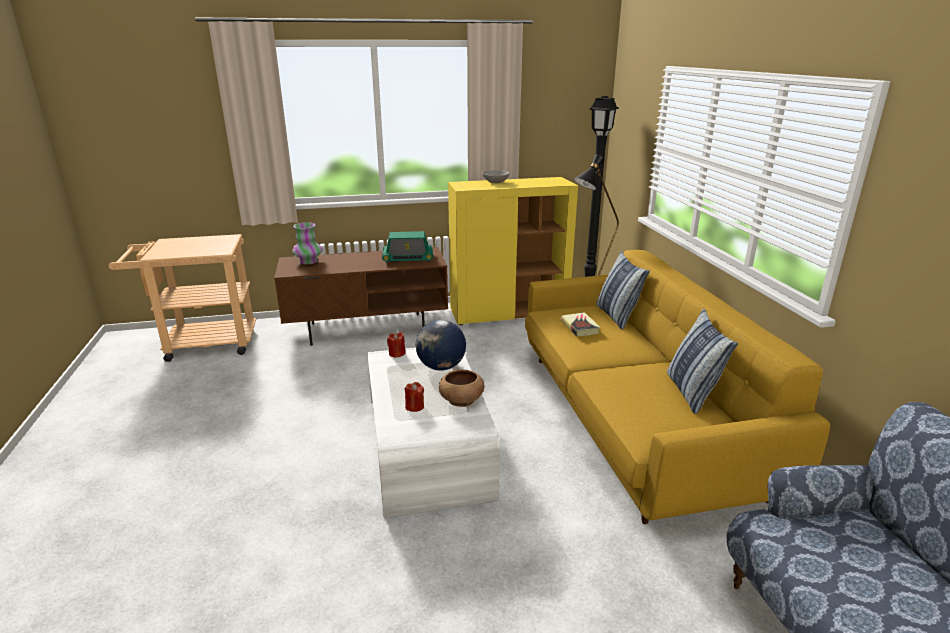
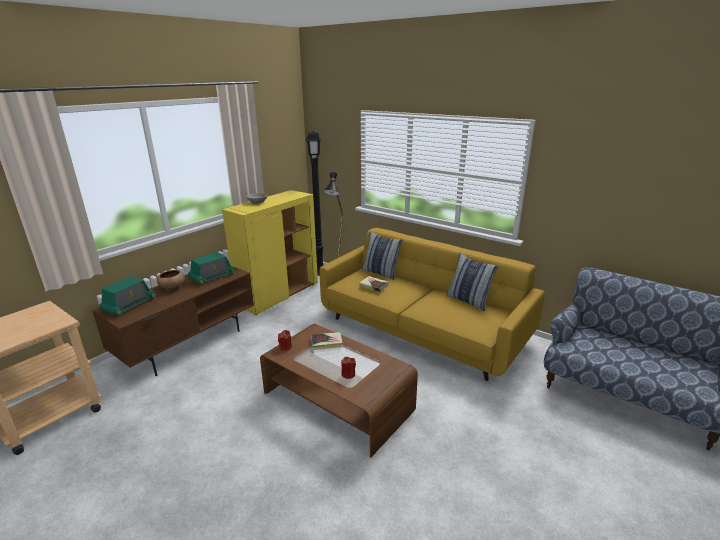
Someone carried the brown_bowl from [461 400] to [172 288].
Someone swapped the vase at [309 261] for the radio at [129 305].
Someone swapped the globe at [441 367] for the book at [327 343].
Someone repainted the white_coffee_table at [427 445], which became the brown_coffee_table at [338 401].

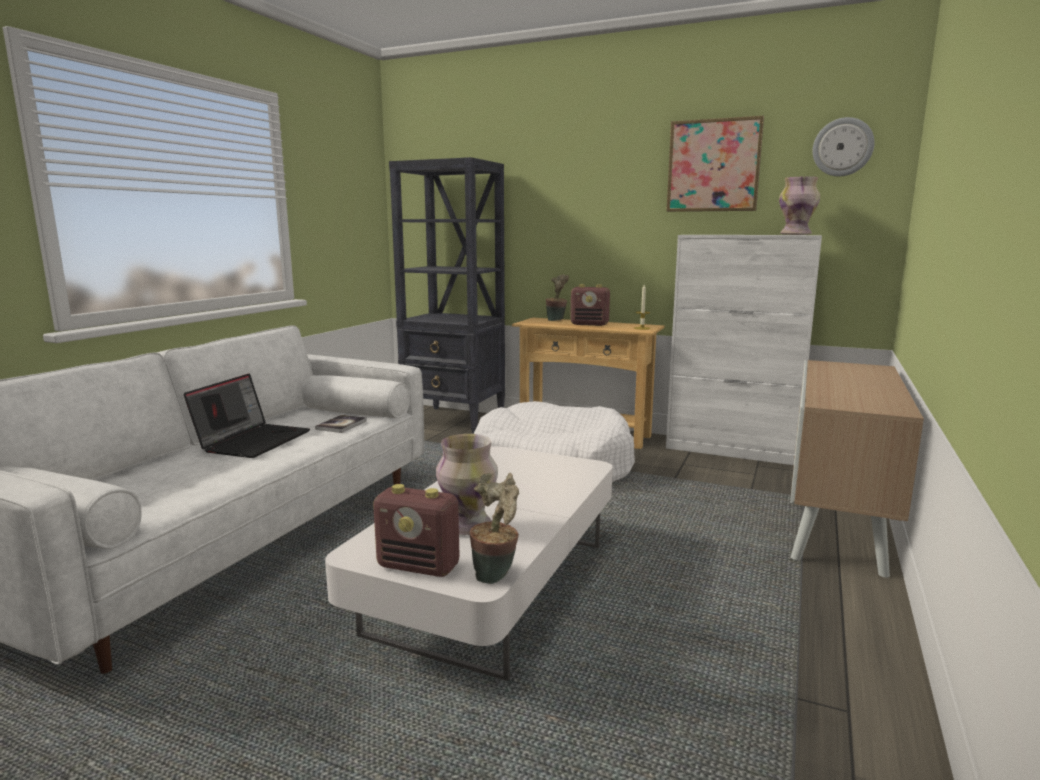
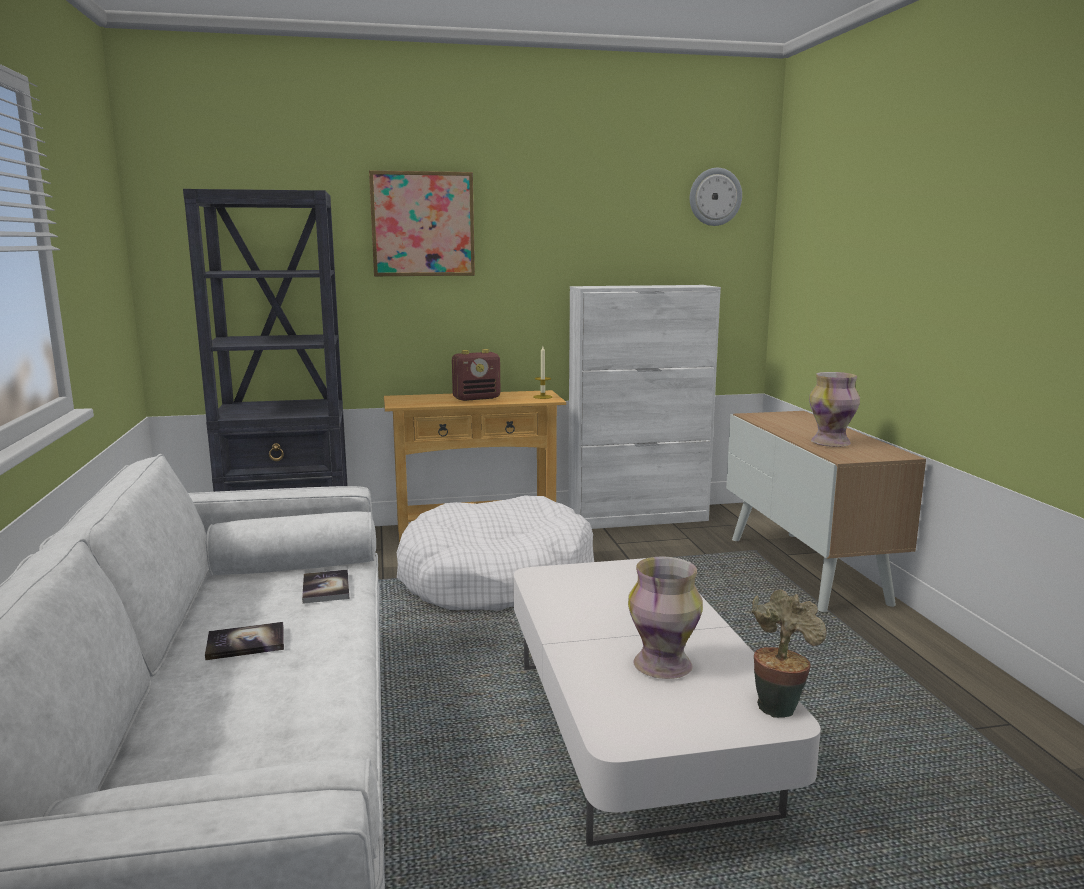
Someone took away the radio at [419 566].
Someone took away the potted_plant at [557 320].
Someone carried the picture from [713 166] to [422 224].
Someone carried the vase from [796 234] to [831 443].
Someone swapped the laptop at [253 441] for the book at [246 643].

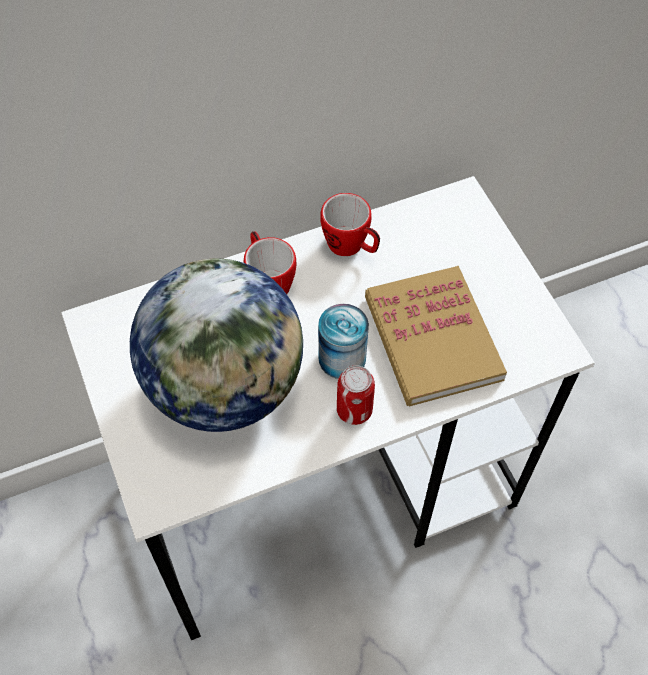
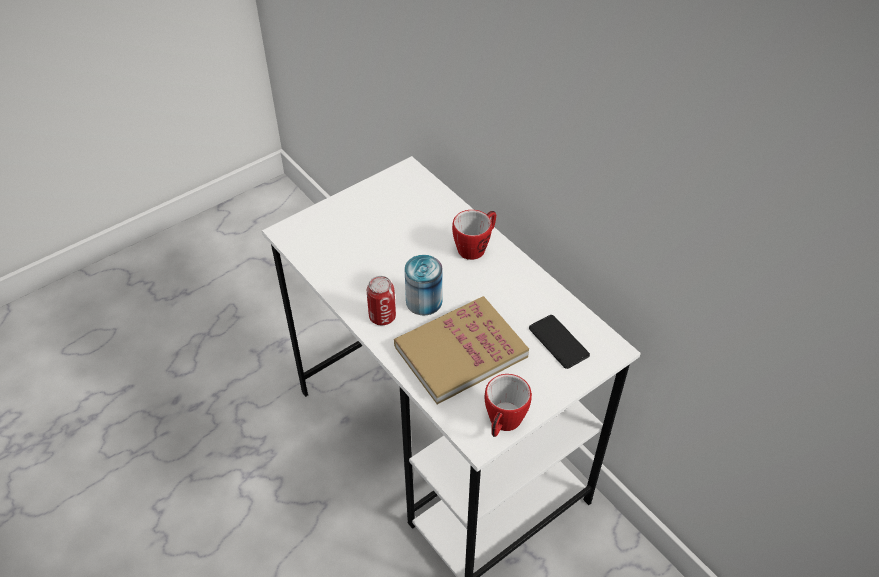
Someone took away the globe at [225 386].
Someone put down the phone at [558 342].
Someone carried the mug from [351 247] to [502 423].

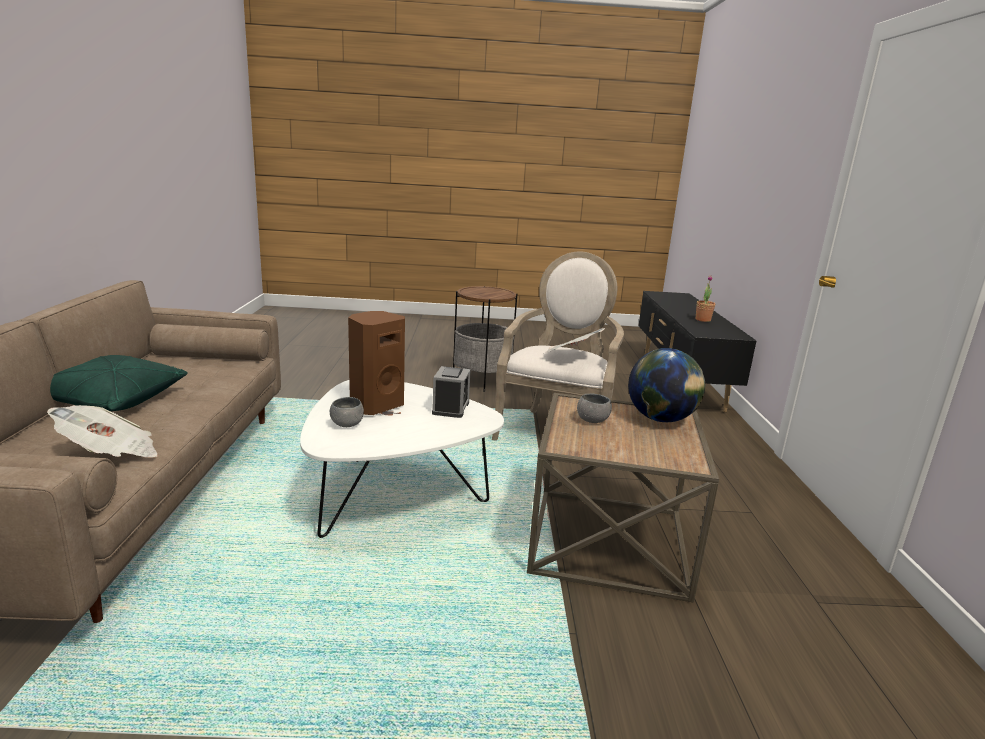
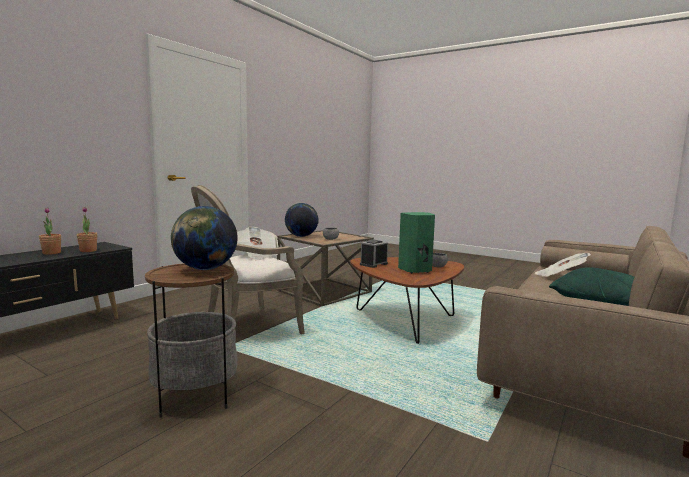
Someone put down the potted_plant at [88 251].
Someone put down the globe at [205 269].
Someone repainted the white_coffee_table at [393 497], which became the brown_coffee_table at [405 321].
Someone repainted the brown_speaker at [375 405], which became the green_speaker at [415 270].

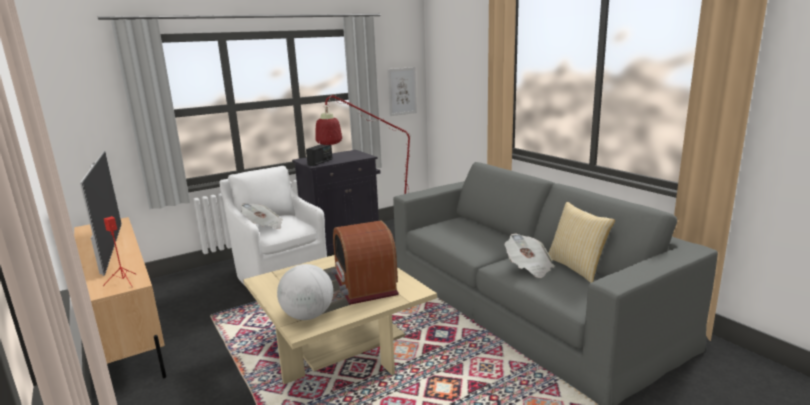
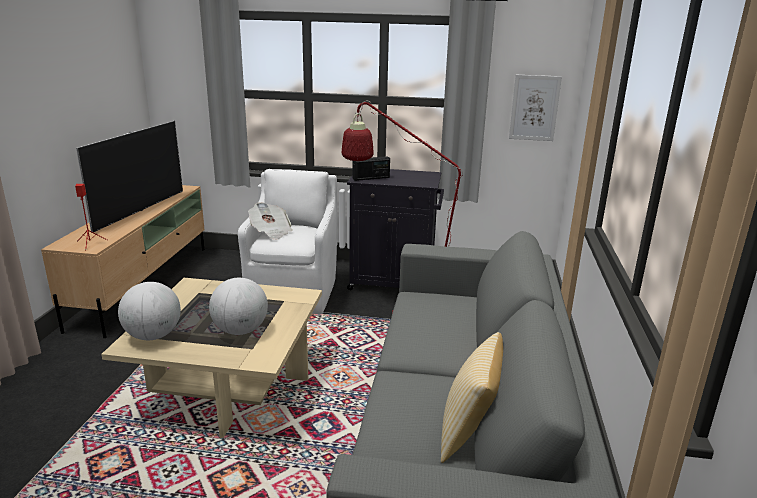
Someone took away the newspaper at [529 267].
Someone swapped the radio at [364 285] for the globe at [240 331].

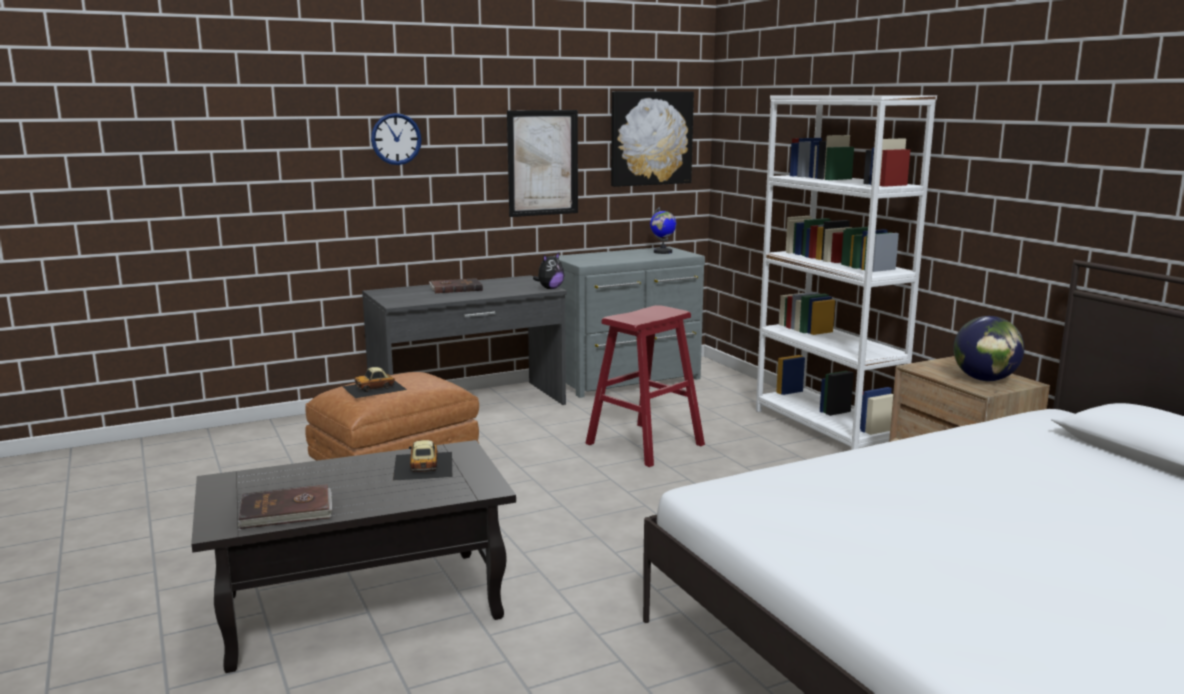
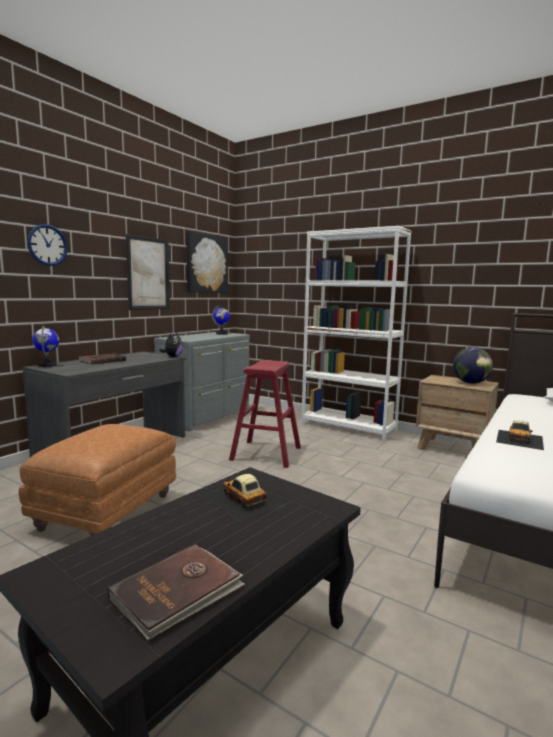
Someone put down the globe at [47 365].
Someone carried the toy_car from [374 388] to [520 439].

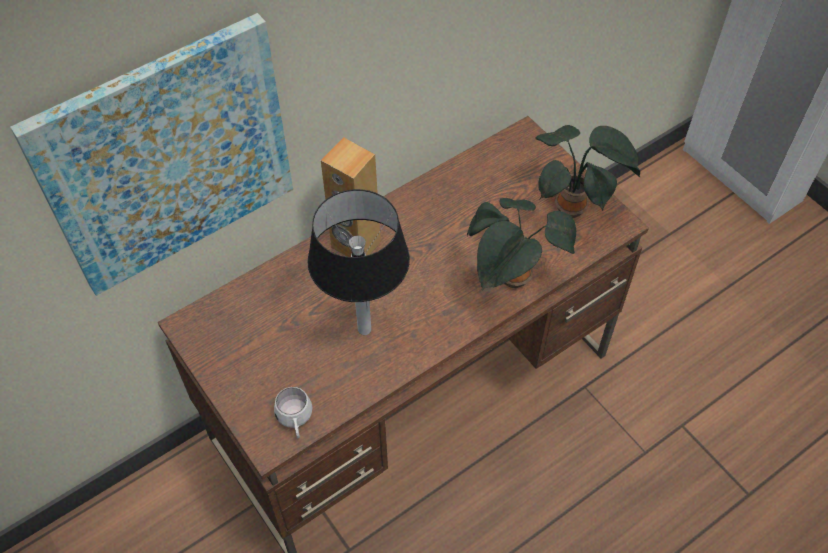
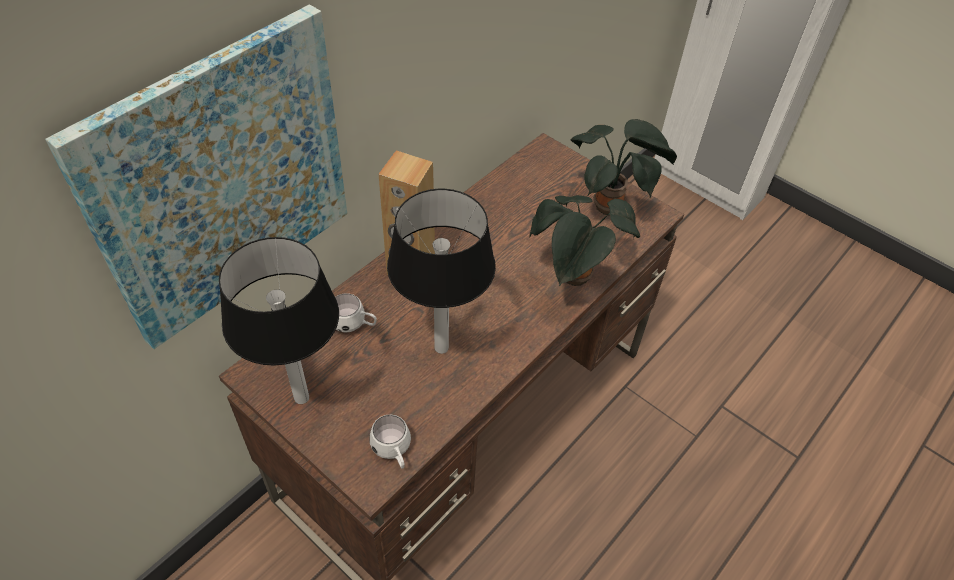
Someone put down the table_lamp at [302 397].
Someone put down the white_mug at [354 325].

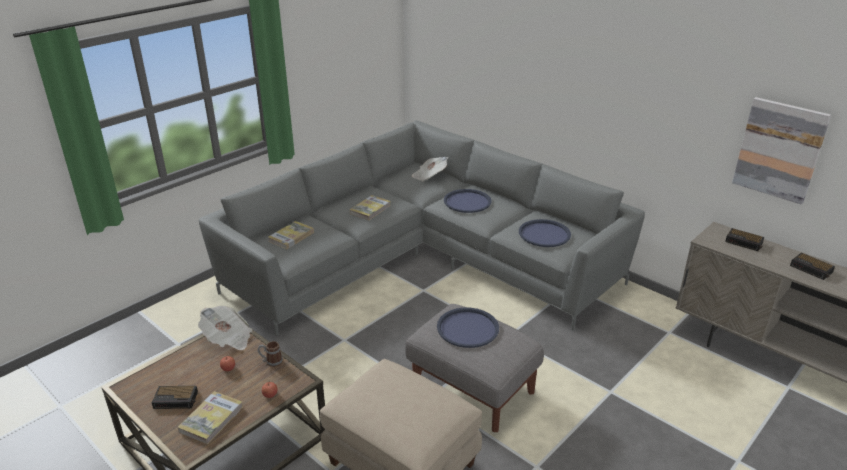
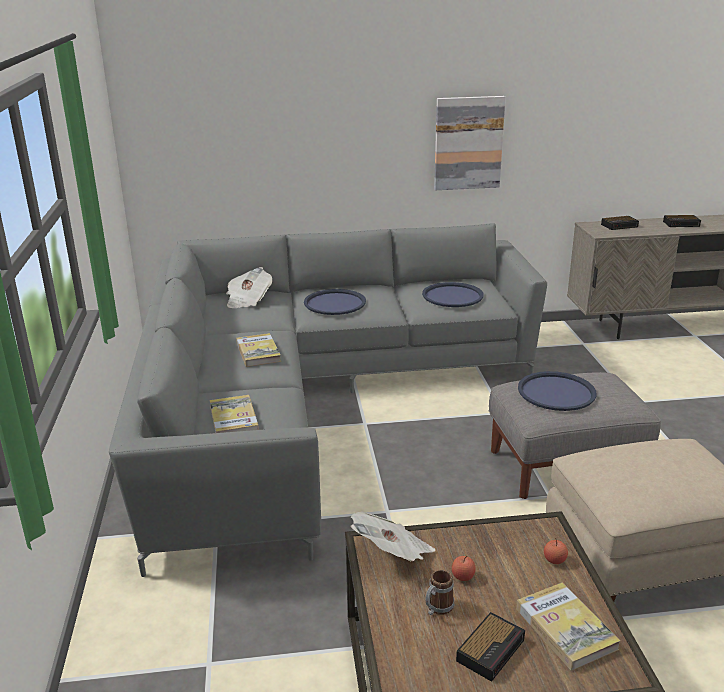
Someone carried the mug from [271 361] to [437 608].
Someone carried the picture from [779 150] to [468 143].

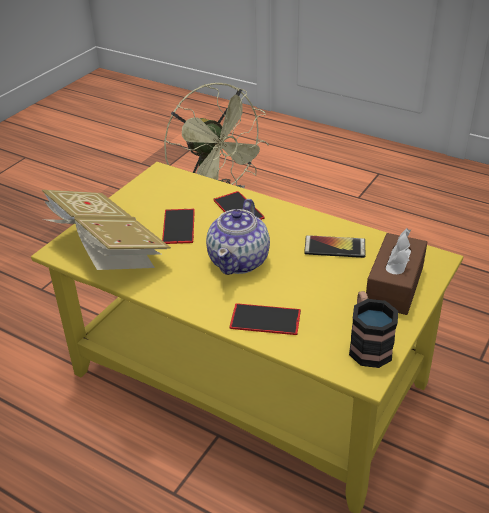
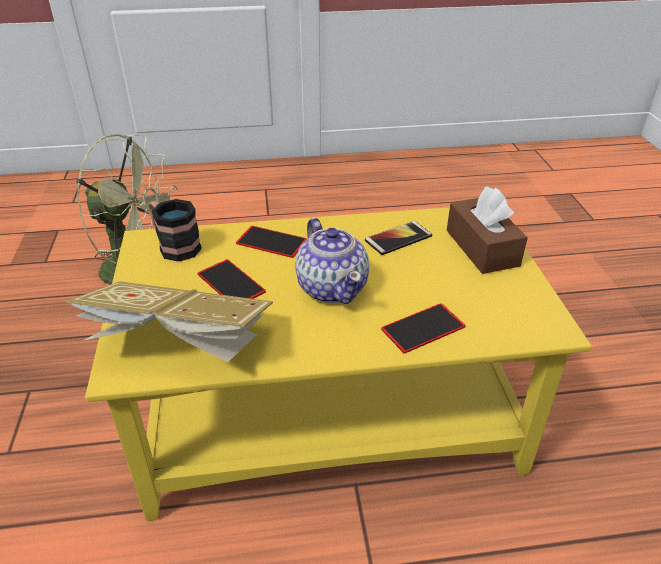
Someone carried the mug from [367 344] to [175 246].

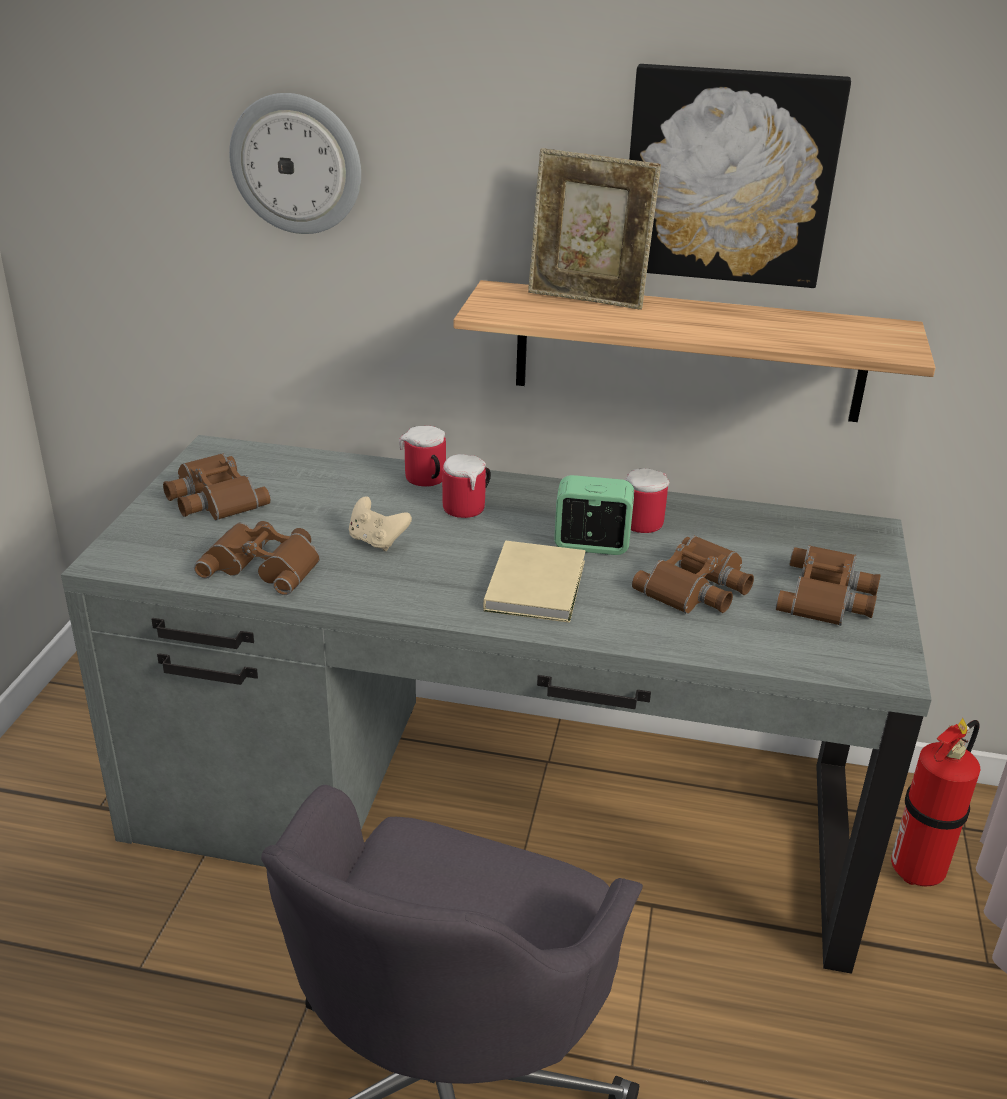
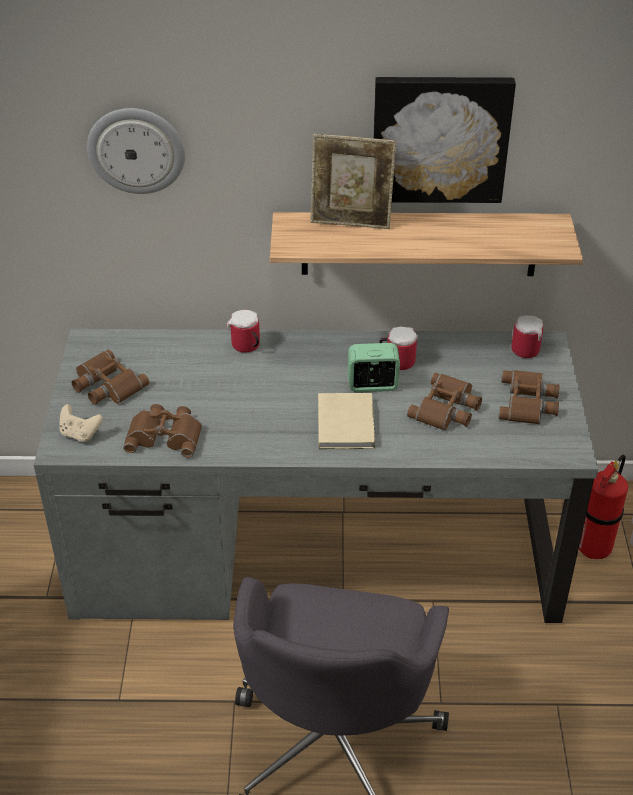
Someone carried the beige_game_controller from [377 541] to [80 434].
Someone carried the mug from [469 507] to [528 348].

